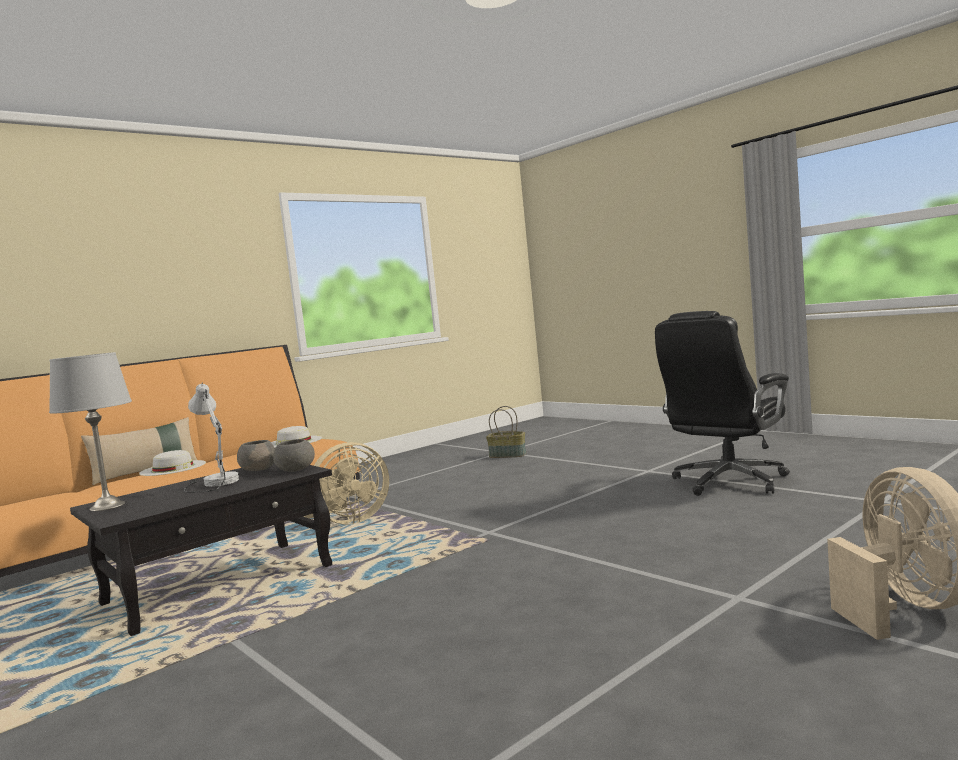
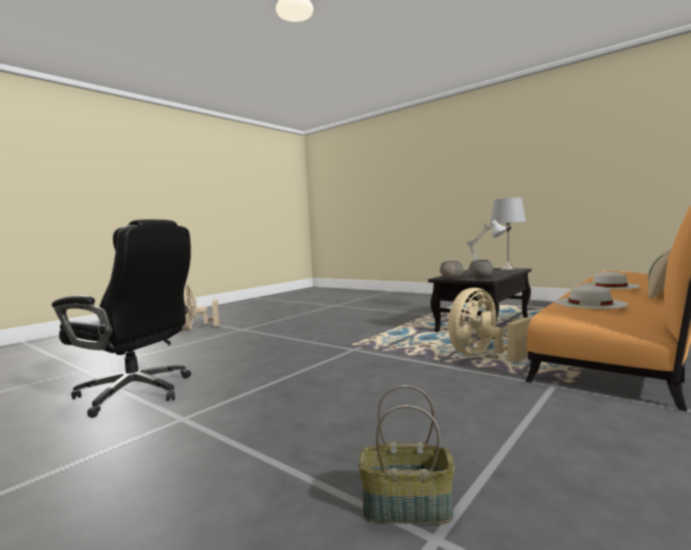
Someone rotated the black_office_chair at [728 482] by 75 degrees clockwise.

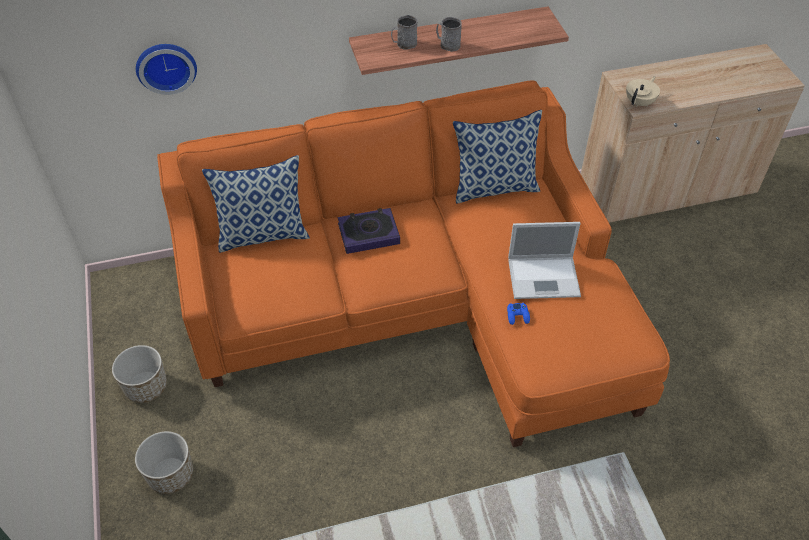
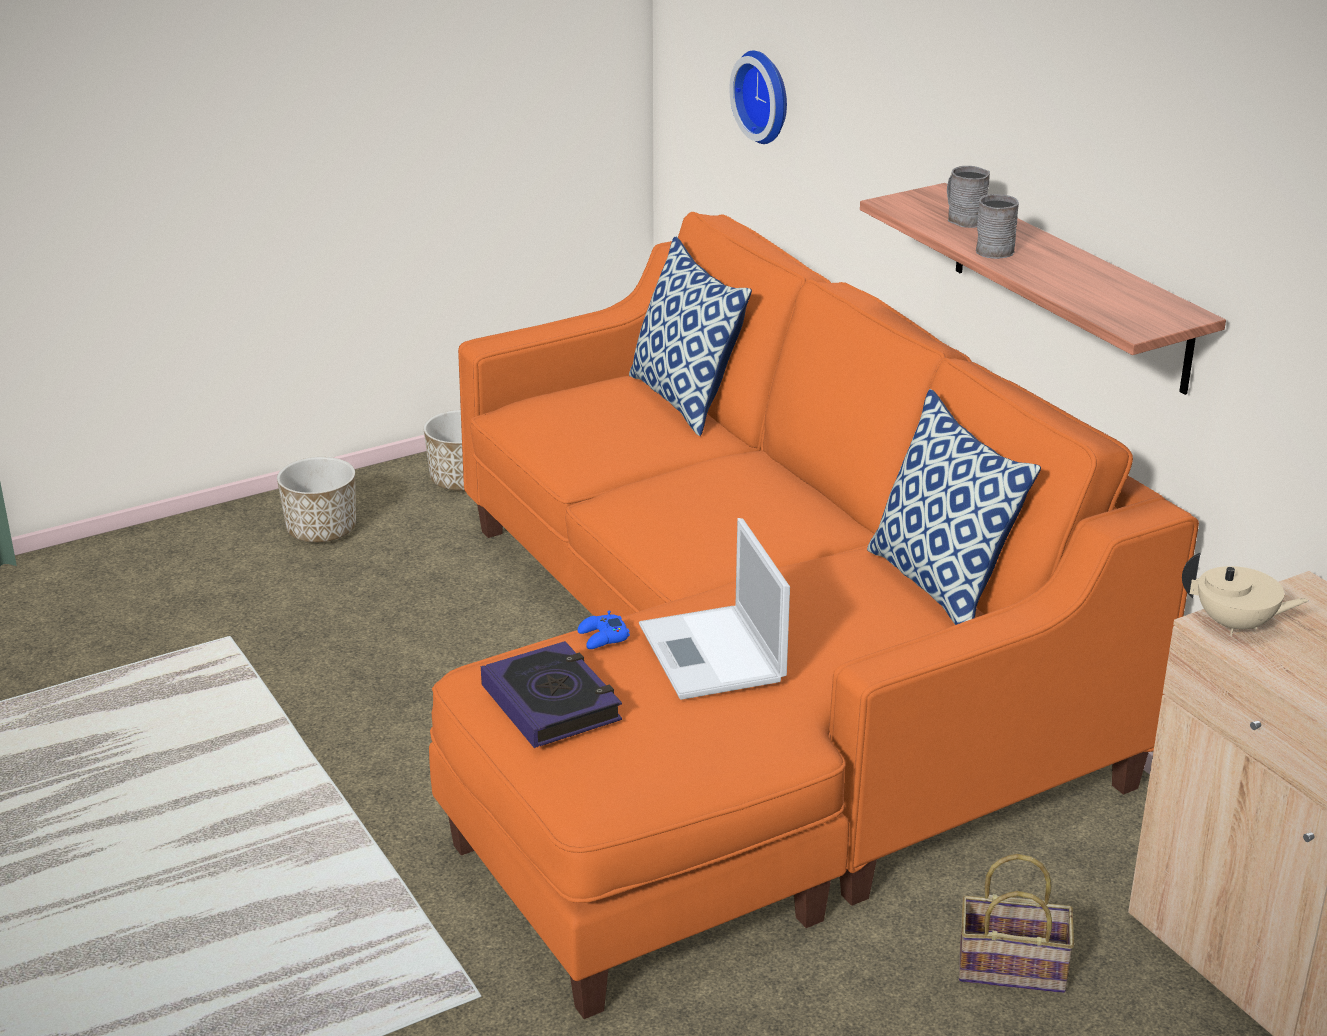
Someone put down the basket at [1014 967].
Someone carried the book from [368 234] to [551 703].

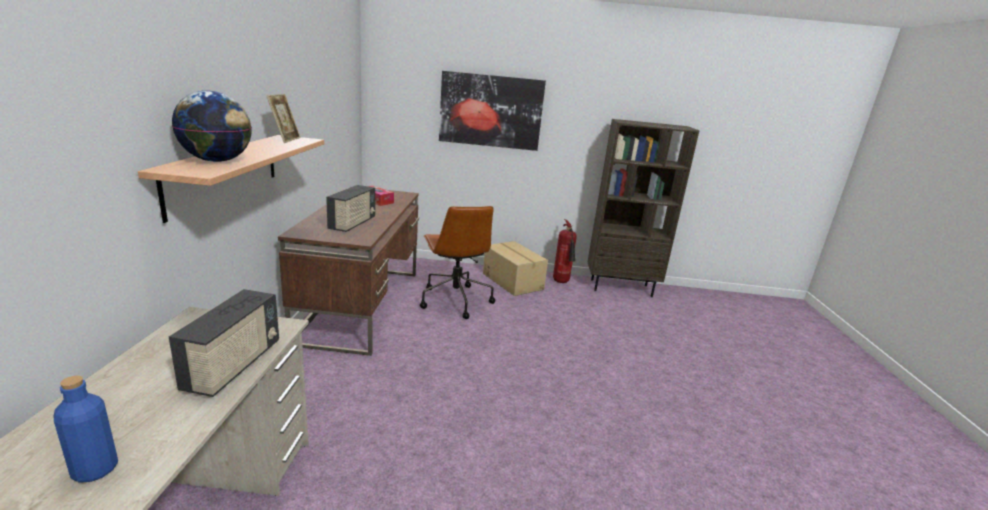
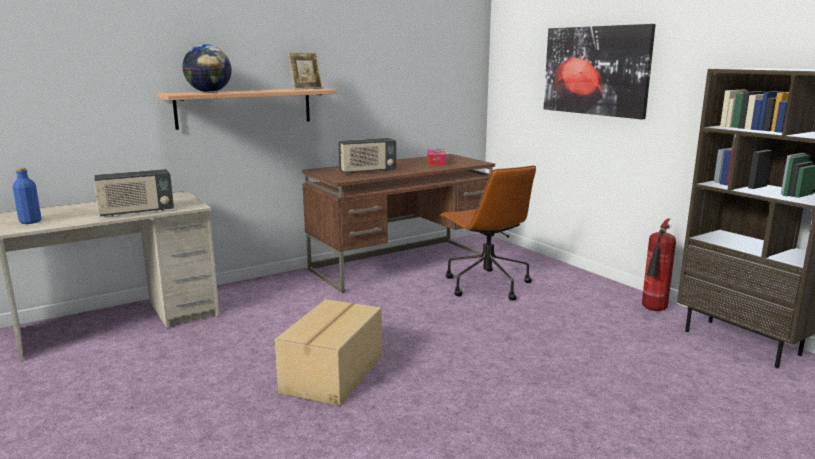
Someone carried the cardboard_box from [513 281] to [334 374].
Someone rotated the brown_office_chair at [454 300] by 60 degrees counterclockwise.

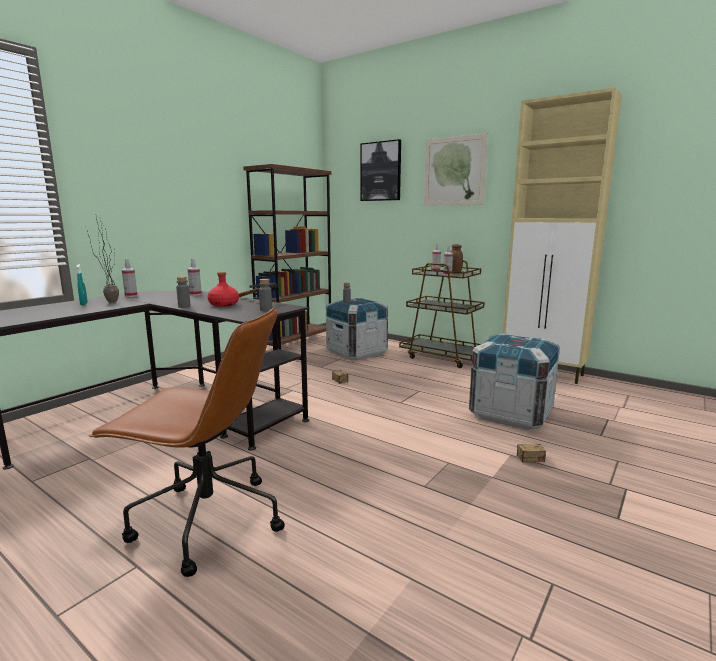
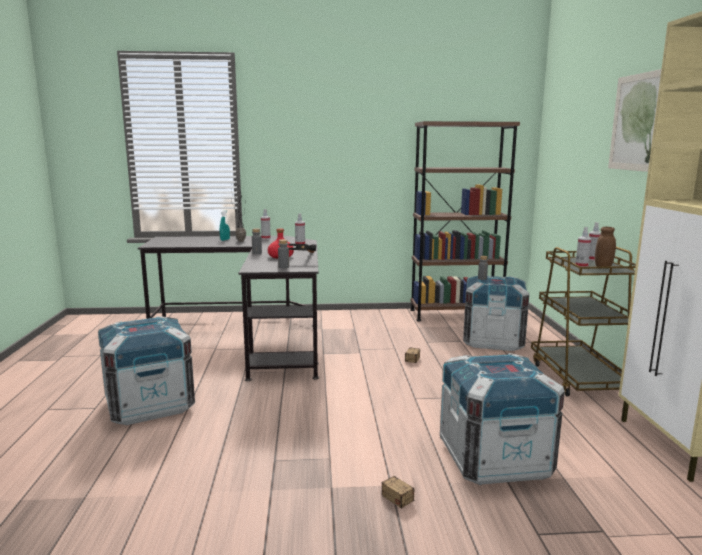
Someone took away the picture at [381 171].
Someone swapped the brown_office_chair at [206 521] for the crate at [149 405].

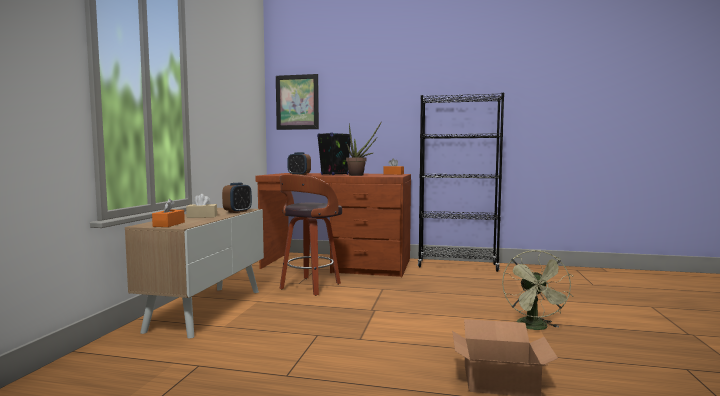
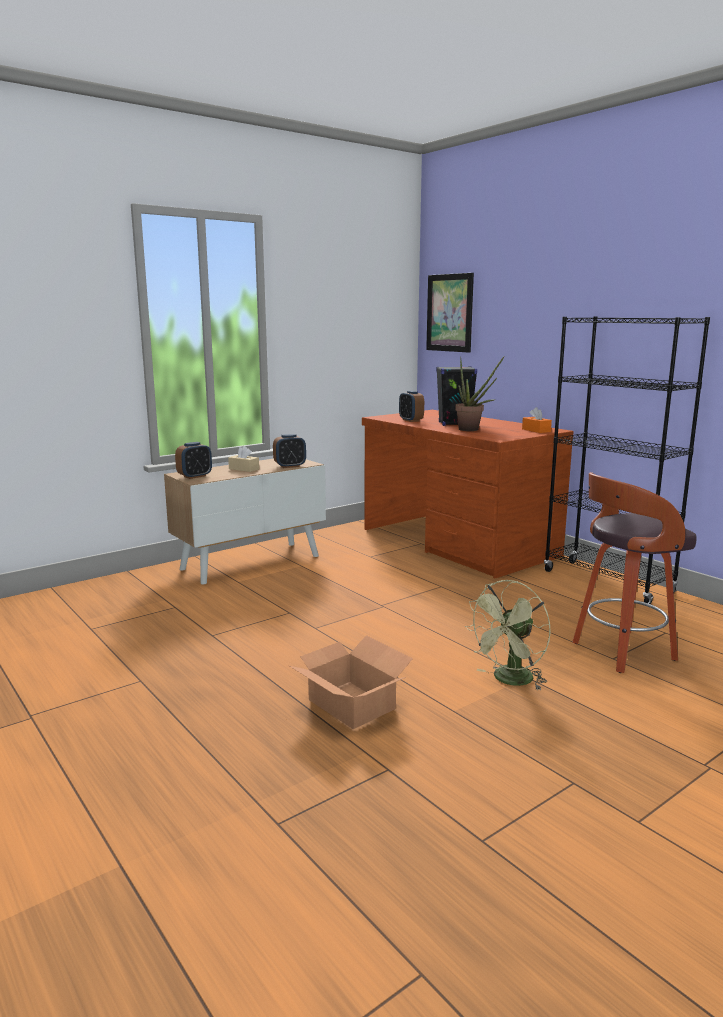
Someone carried the stool from [309 287] to [621 652].
Someone swapped the orange_tissue_box at [169 224] for the alarm_clock at [195 476].

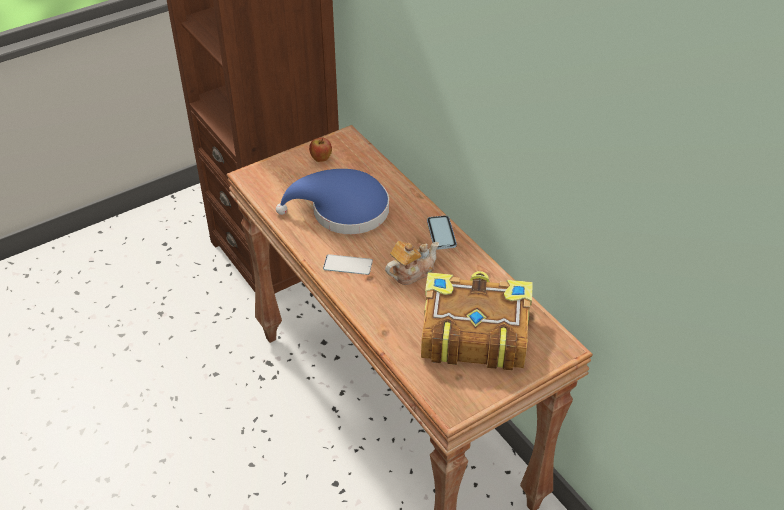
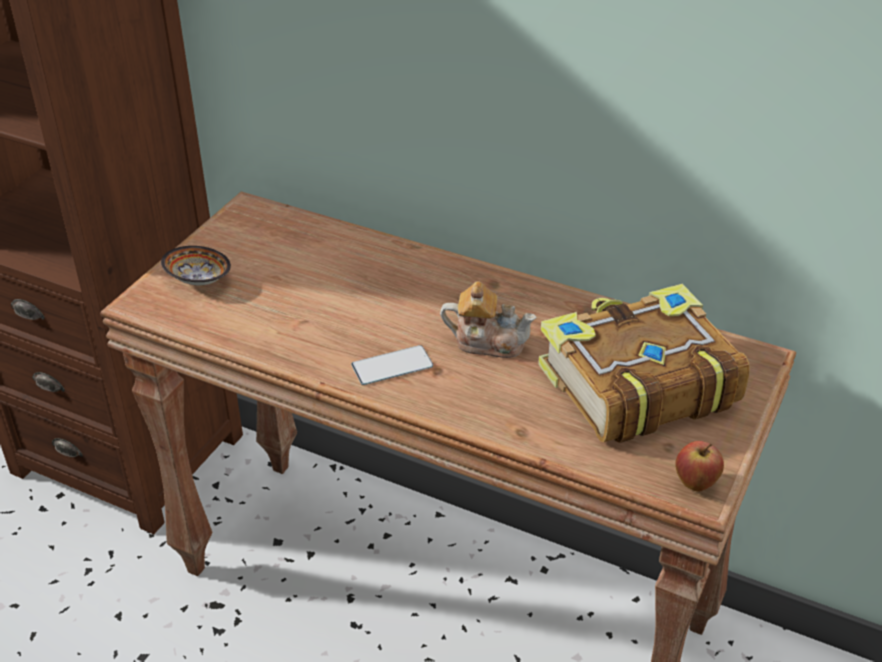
Someone took away the blue_hat at [343 211].
Someone took away the phone at [441 233].
Someone put down the bowl at [198 280].
Someone carried the apple from [321 159] to [695 484].
Someone rotated the teapot at [411 272] by 75 degrees clockwise.

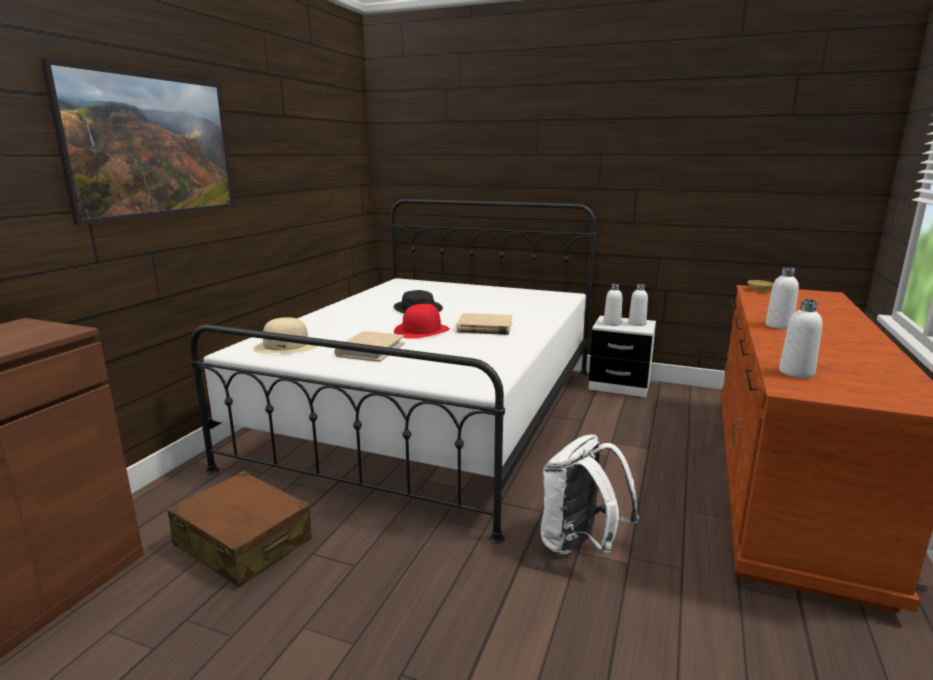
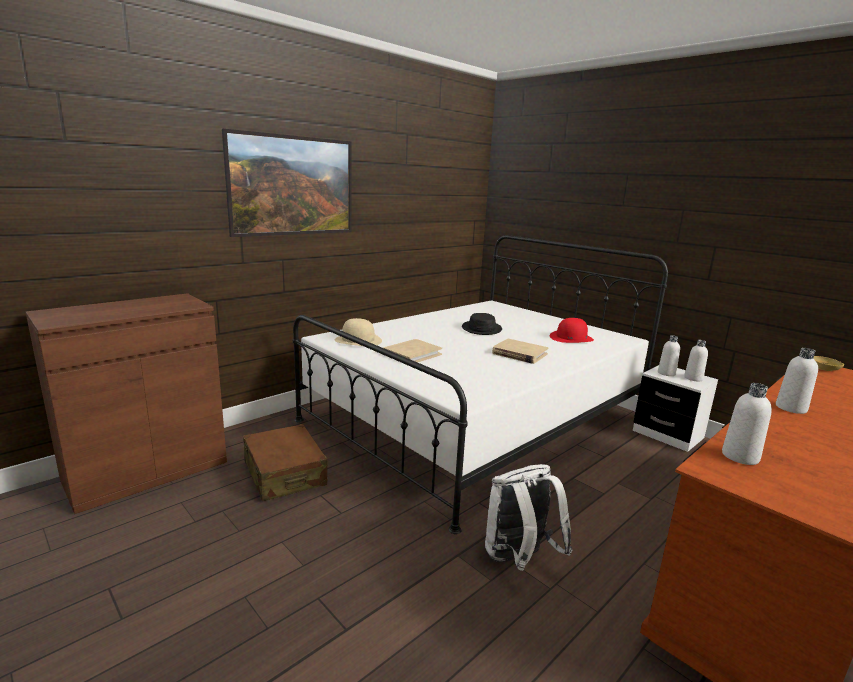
Someone carried the red_hat from [421 330] to [571 338].

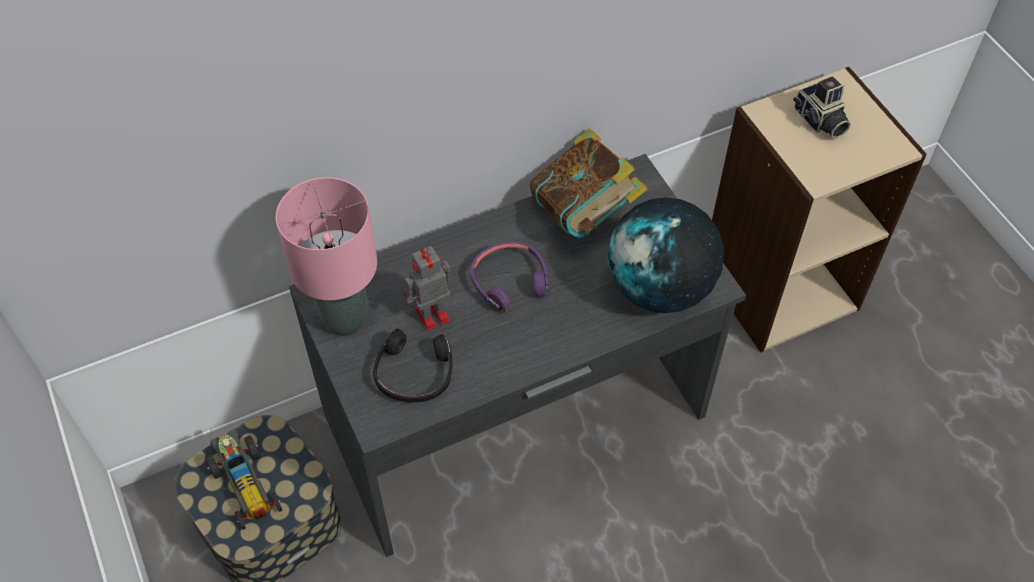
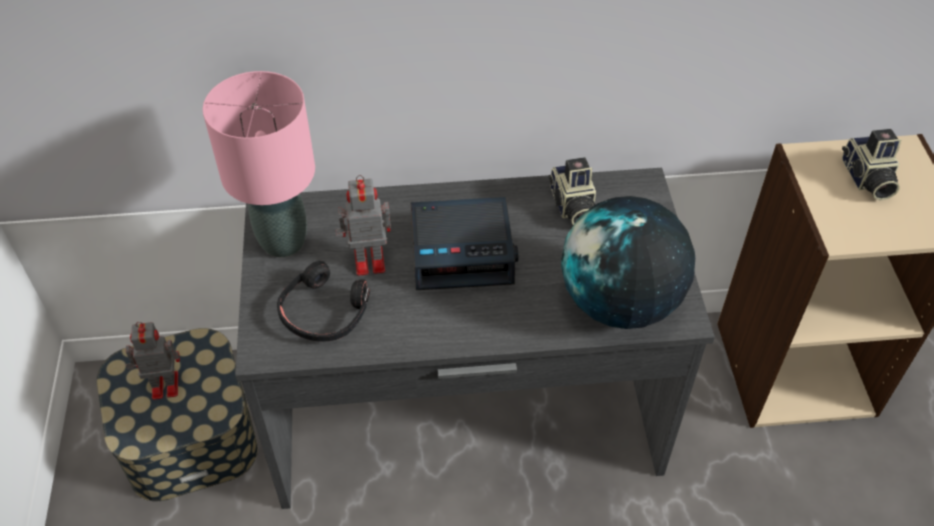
Someone swapped the toy_car at [244 482] for the toy_robot at [163 385].
Someone swapped the purple_headphones at [509 281] for the alarm_clock at [463 251].
Someone swapped the book at [584 212] for the photo_camera at [572 207].

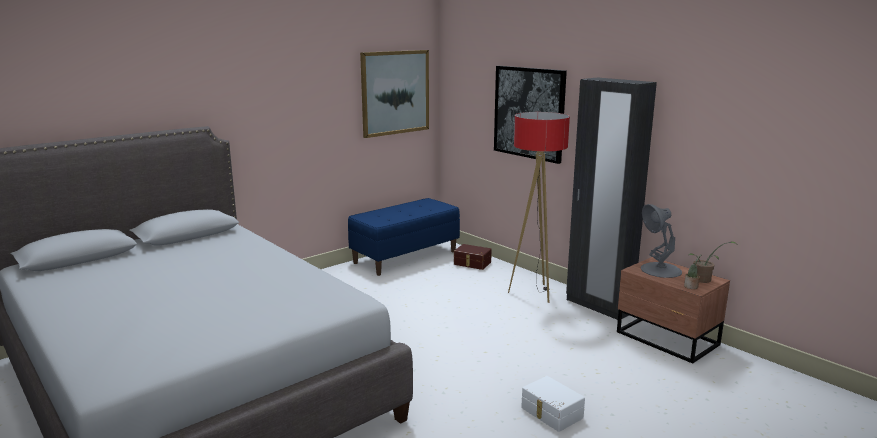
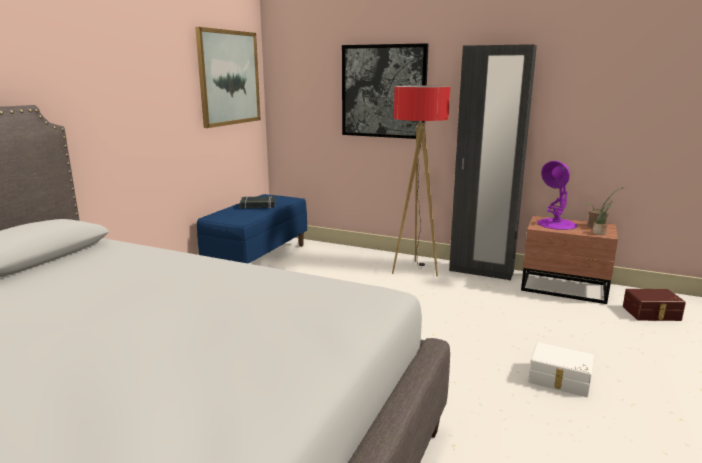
Someone put down the black_book at [258 205].
Someone carried the brown_storage_box from [472 263] to [652 314].
Someone repainted the grey_table_lamp at [660 270], which became the purple_table_lamp at [556 224].

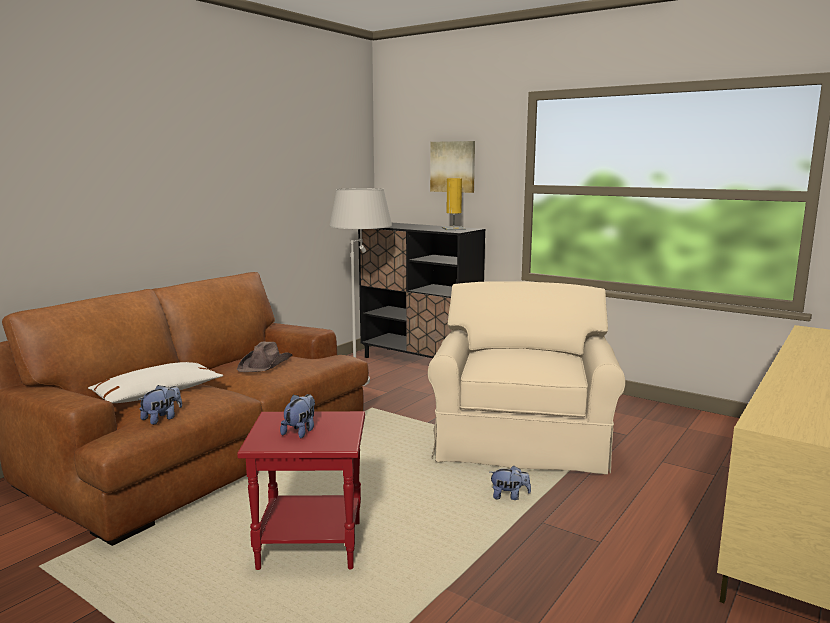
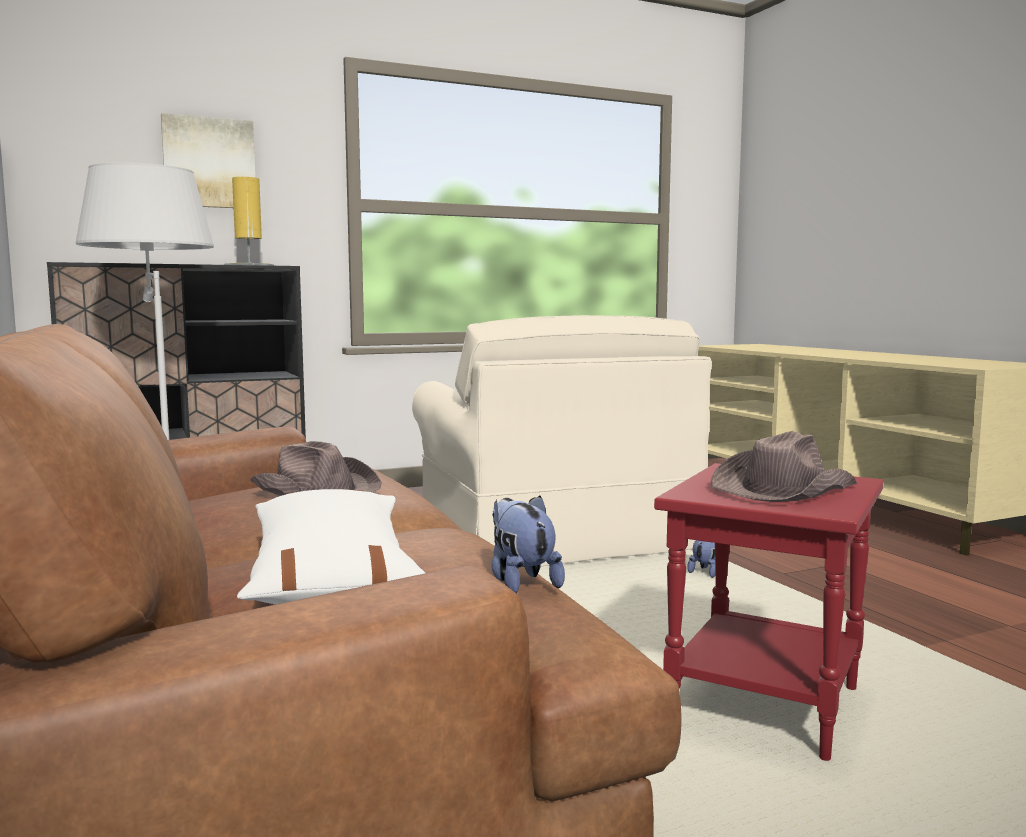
Someone swapped the plush_toy at [300 431] for the brown_hat at [782 489].
Someone rotated the beige_armchair at [521 438] by 150 degrees counterclockwise.

